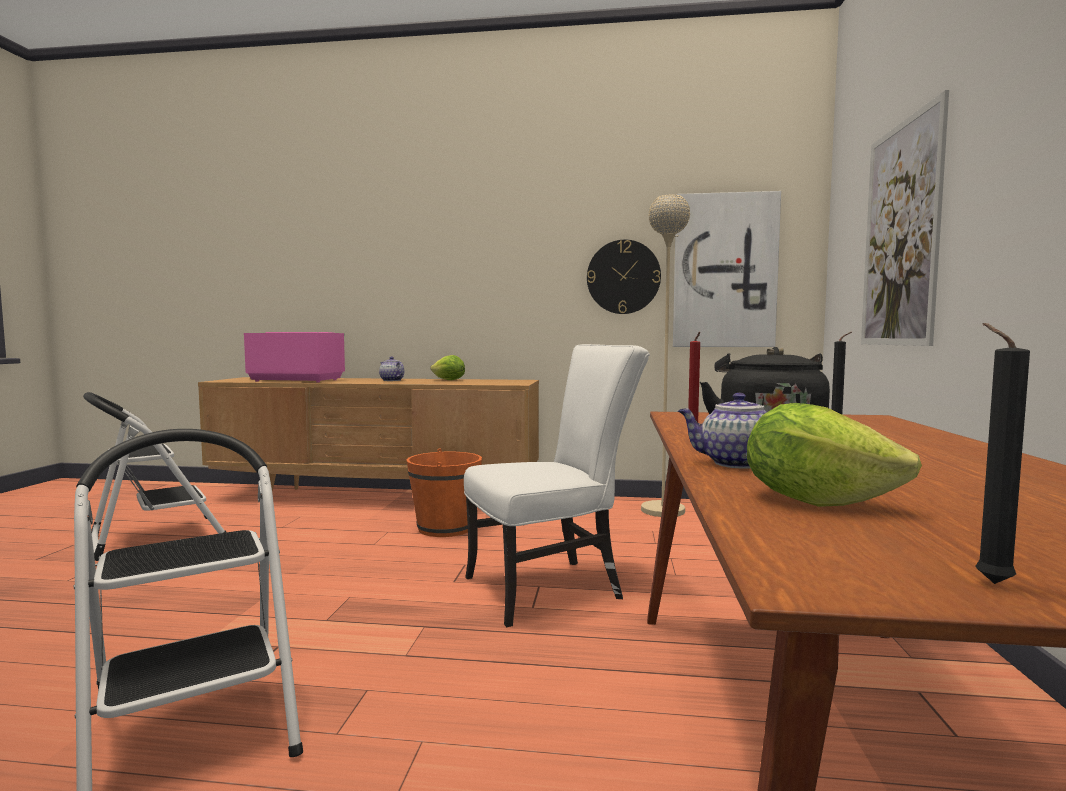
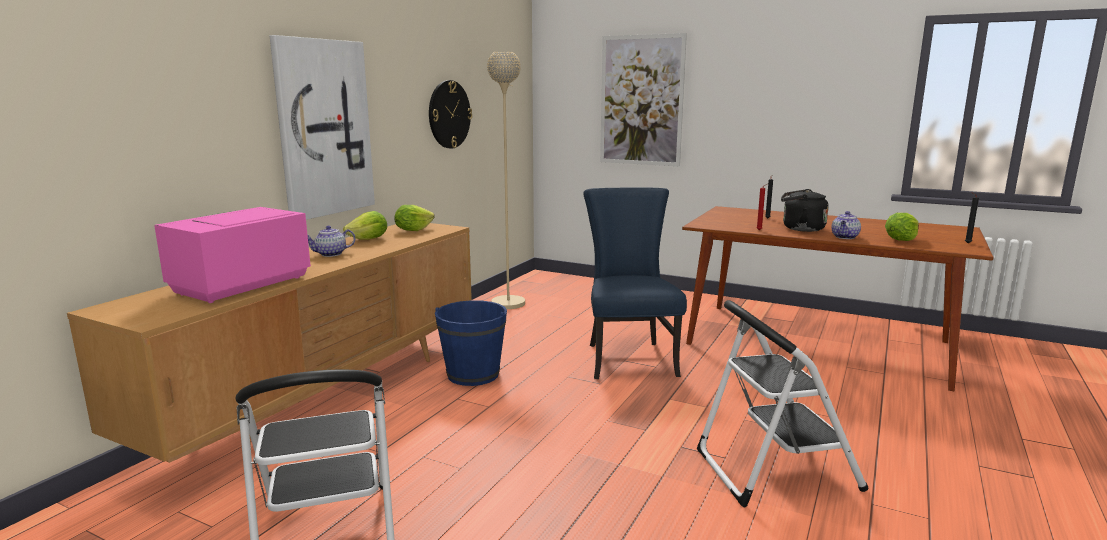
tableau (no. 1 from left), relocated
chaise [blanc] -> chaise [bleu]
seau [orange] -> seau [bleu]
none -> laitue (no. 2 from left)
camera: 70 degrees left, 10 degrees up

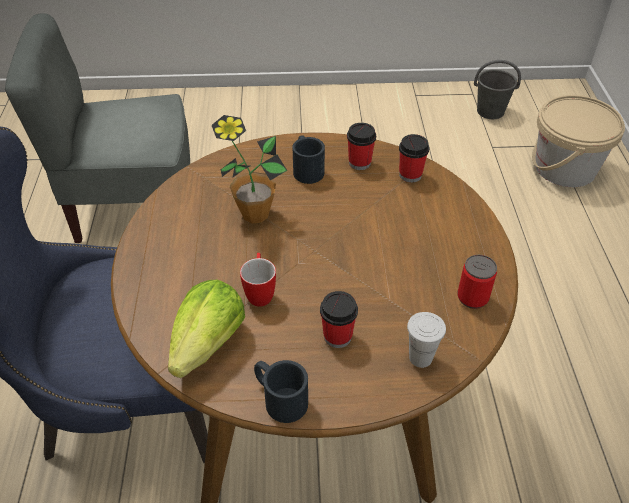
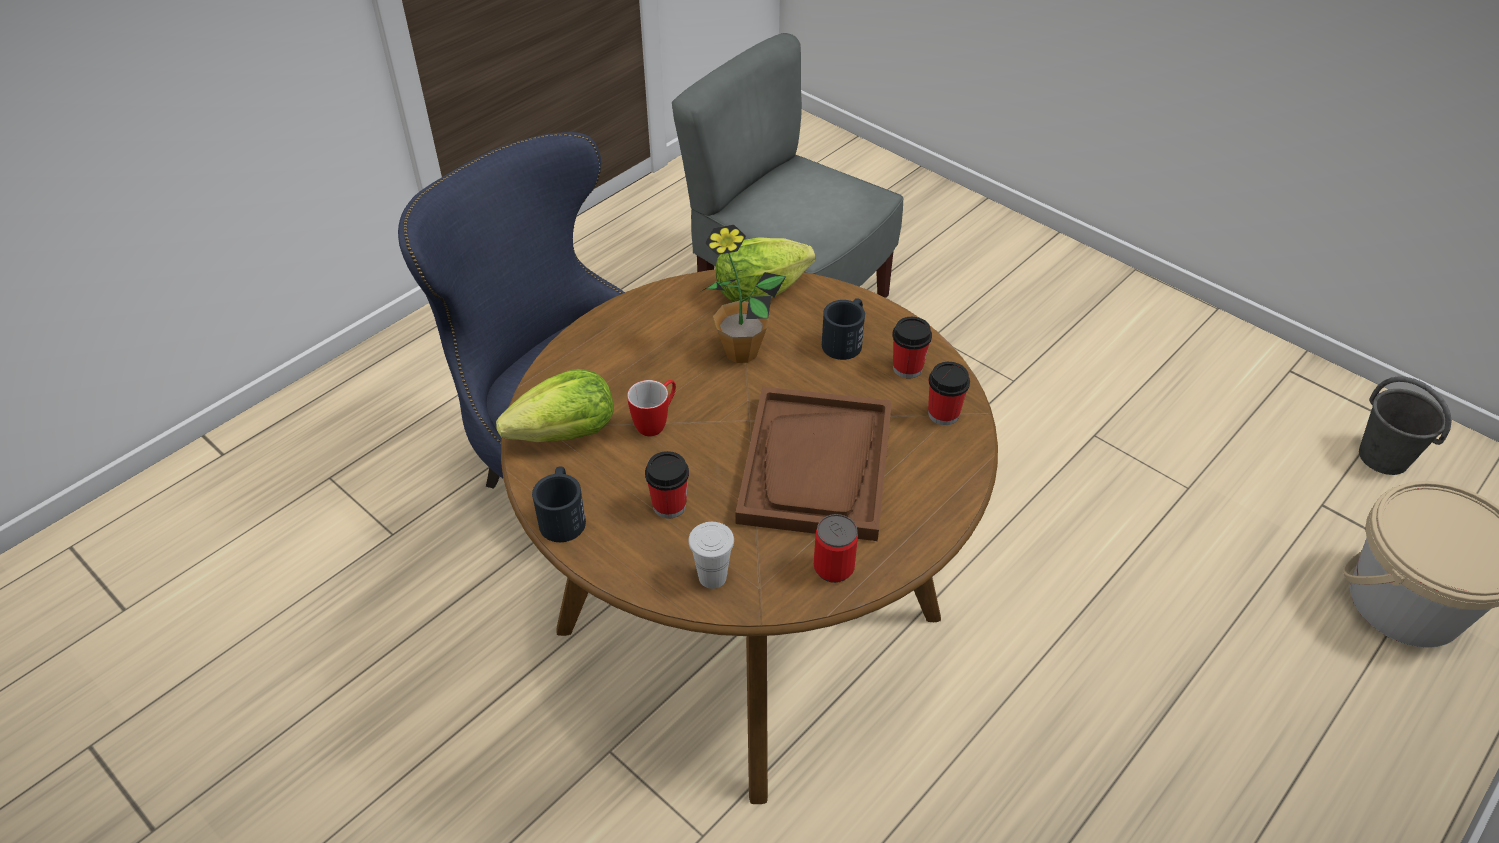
none -> laitue (no. 2 from left)
none -> plateau [marron]
camera: 45 degrees right, 0 degrees up

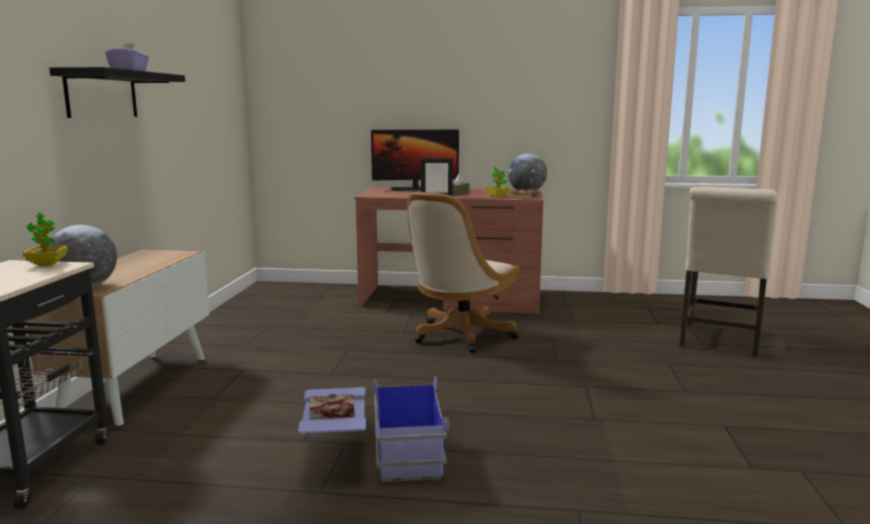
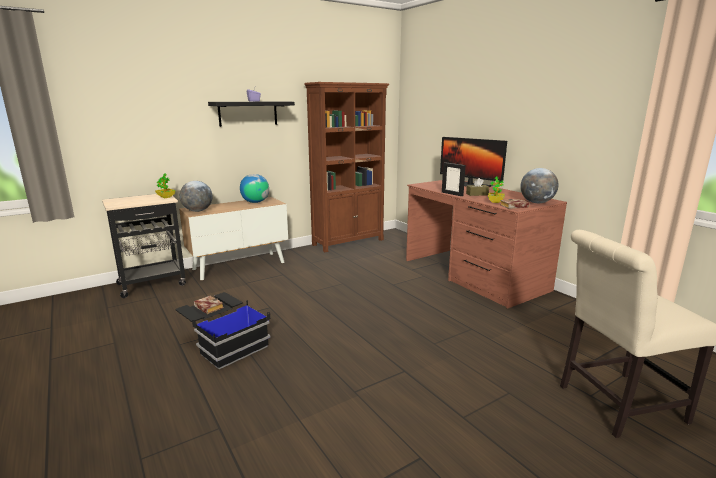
chaise de bureau -> none
boîte de rangement [bleu] -> boîte de rangement [noir]
none -> bibliothèque [marron]
none -> globe (no. 2 from left)
camera: 50 degrees right, 5 degrees up

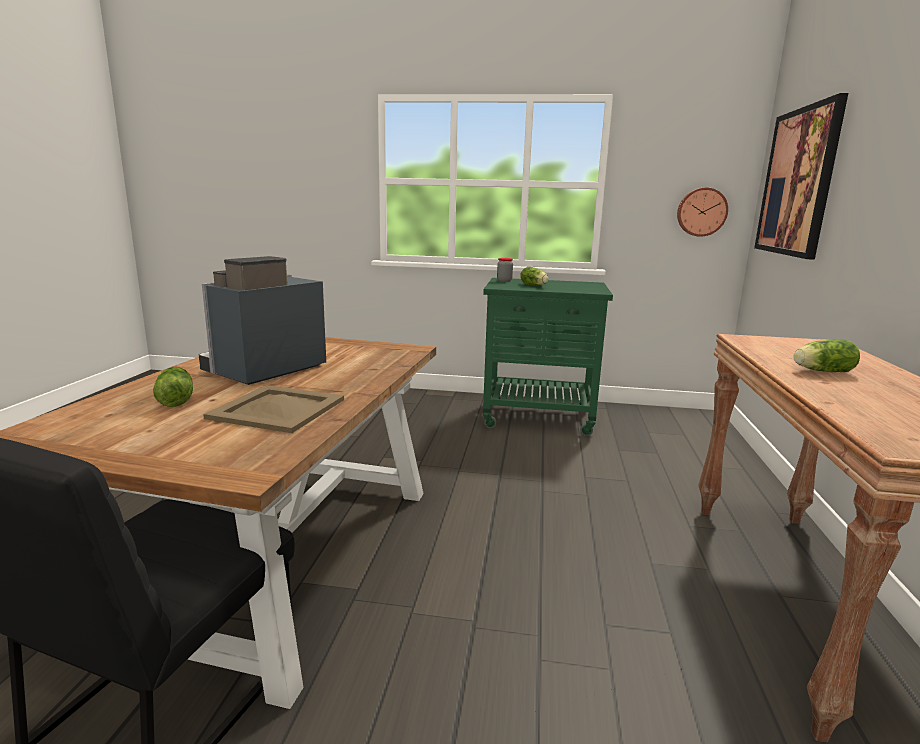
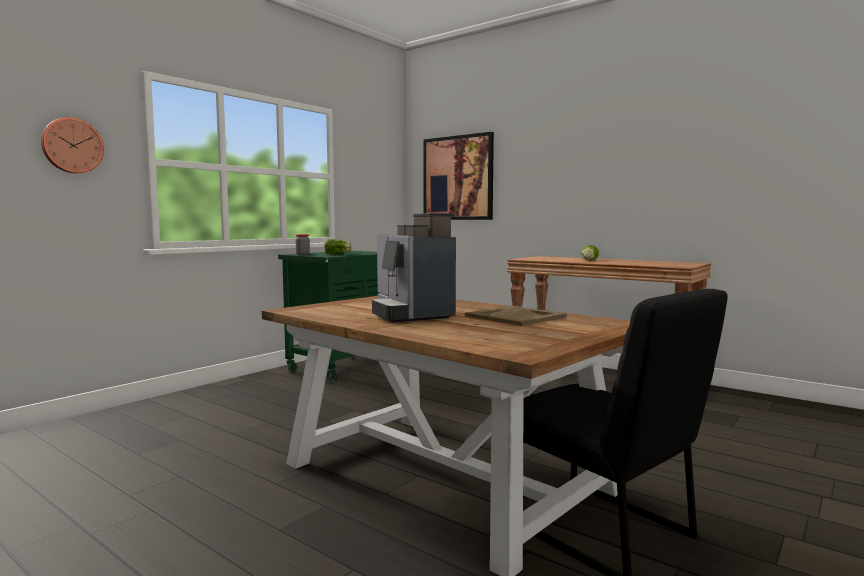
horloge murale, relocated
laitue (no. 1 from left) -> none
camera: 60 degrees left, 10 degrees down

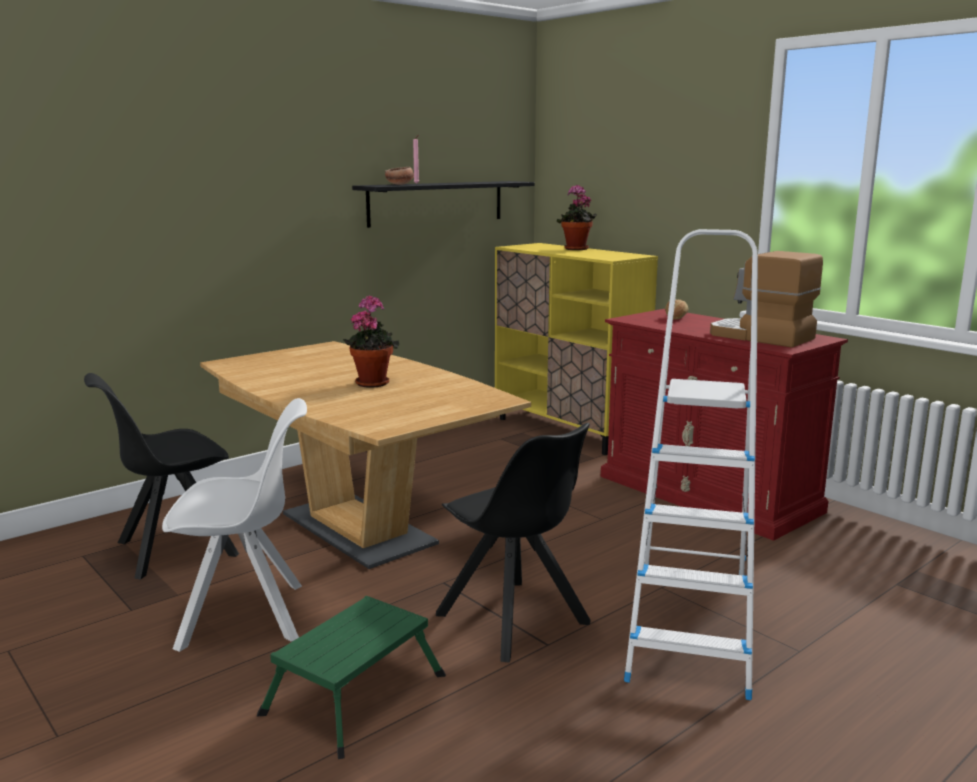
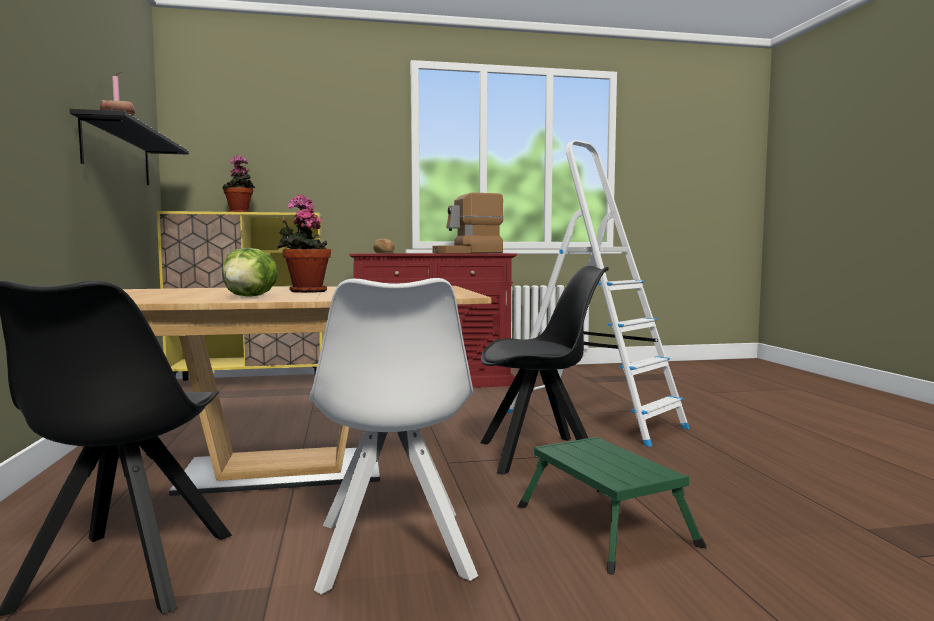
chaise [blanc], 150 degrees clockwise
none -> laitue
camera: 60 degrees left, 10 degrees down

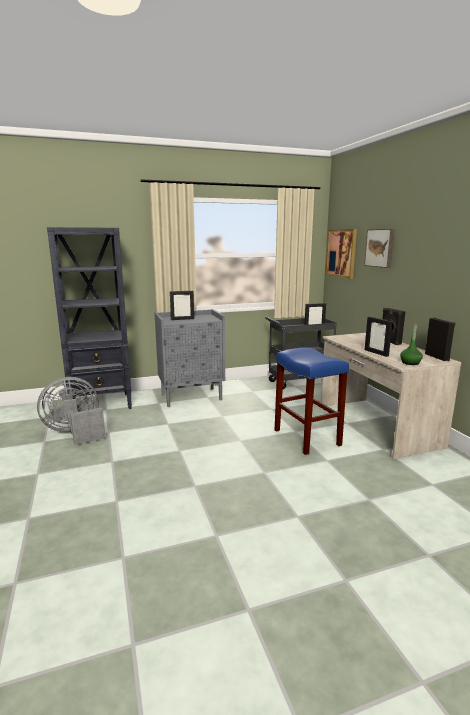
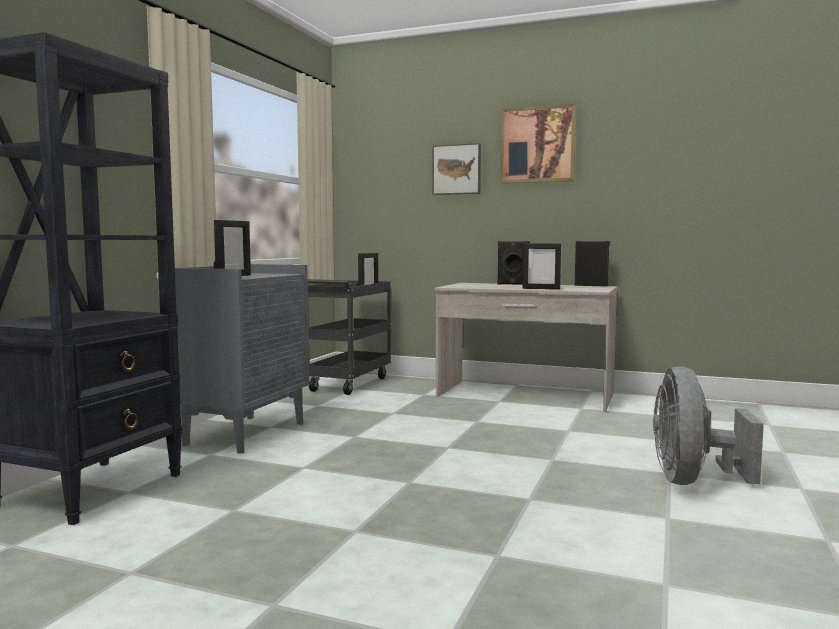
tableau (no. 1 from left in the first image) -> tableau (no. 2 from left), relocated
bouteille [vert] -> none
tabouret [bleu] -> none
ventilateur [gris], relocated
camera: 50 degrees left, 10 degrees down

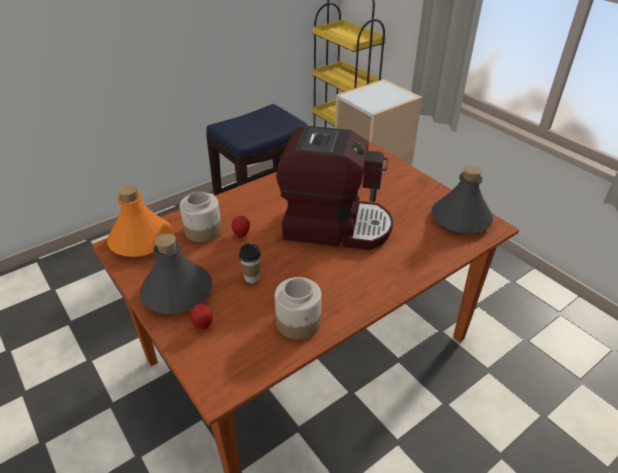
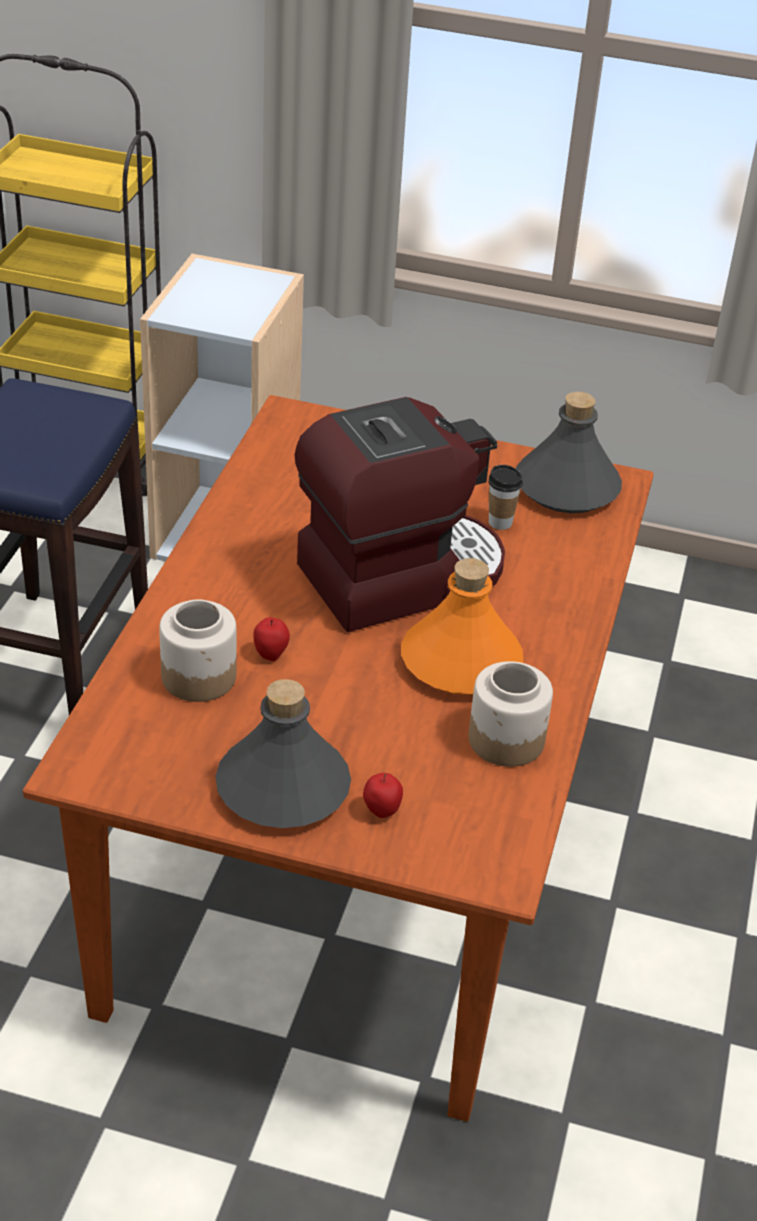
bouteille [orange], relocated
tasse, relocated
camera: 40 degrees left, 0 degrees up

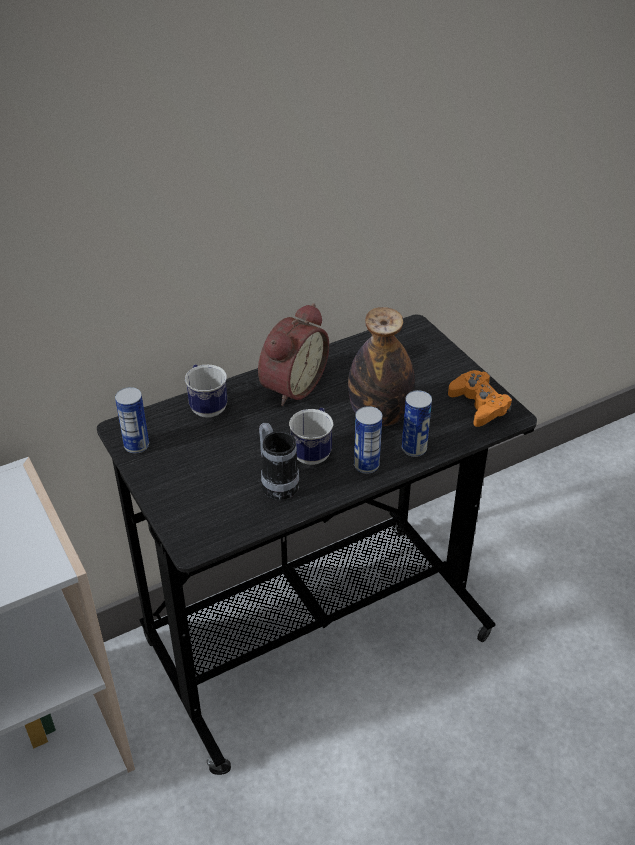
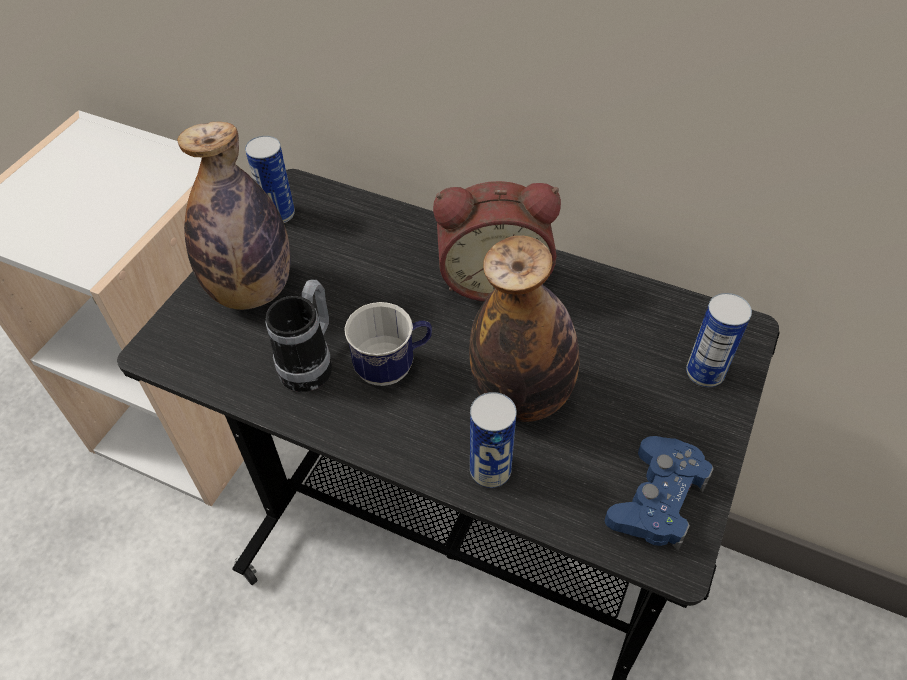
mug (no. 1 from left) -> none
manette [orange] -> manette [bleu]
boîte métallique (no. 2 from left in the first image) -> boîte métallique (no. 3 from left), relocated
none -> bouteille (no. 1 from left)
camera: 55 degrees right, 10 degrees up

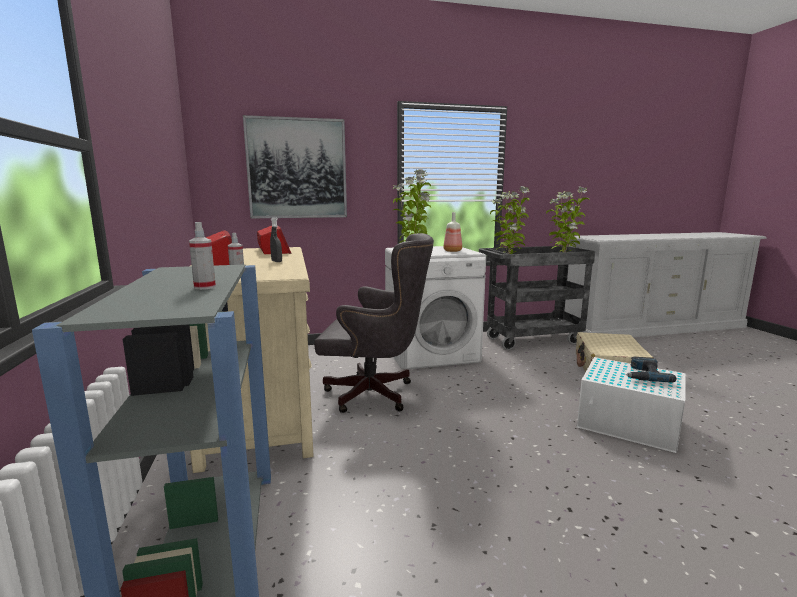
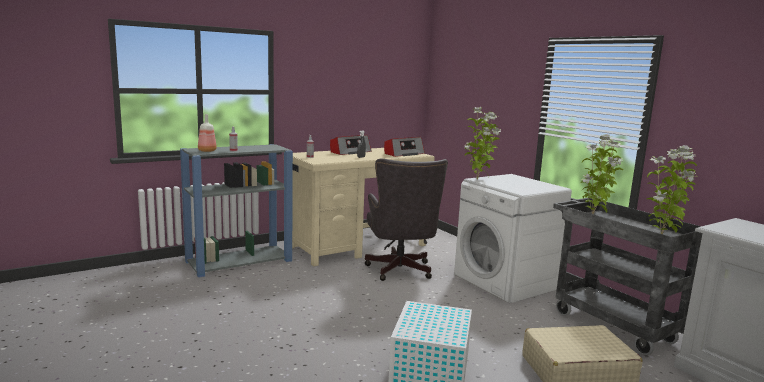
tableau -> none
bouteille, relocated
perceuse -> none
camera: 70 degrees right, 0 degrees up

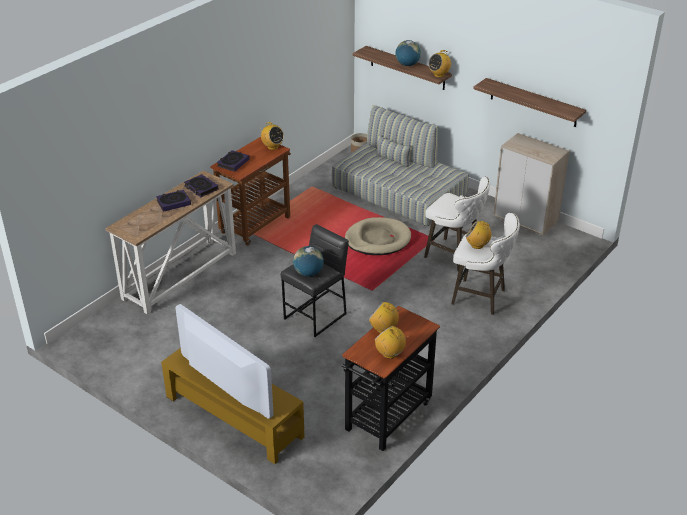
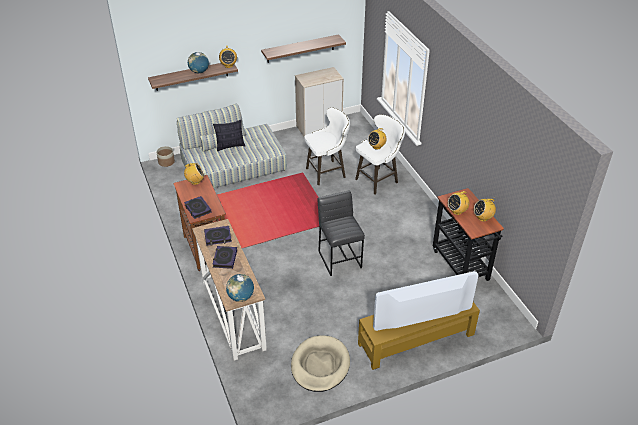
panier pour chien [beige], relocated
globe (no. 1 from left in the first image) -> globe (no. 2 from left), relocated
none -> coussin
camera: 60 degrees left, 5 degrees up

